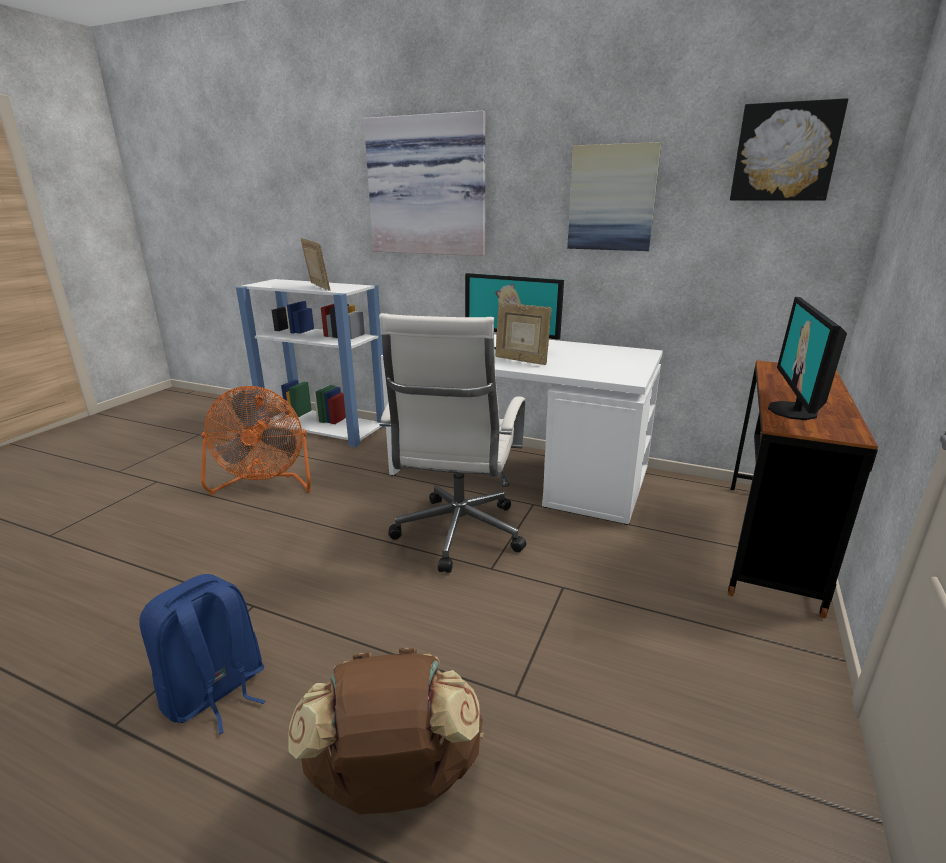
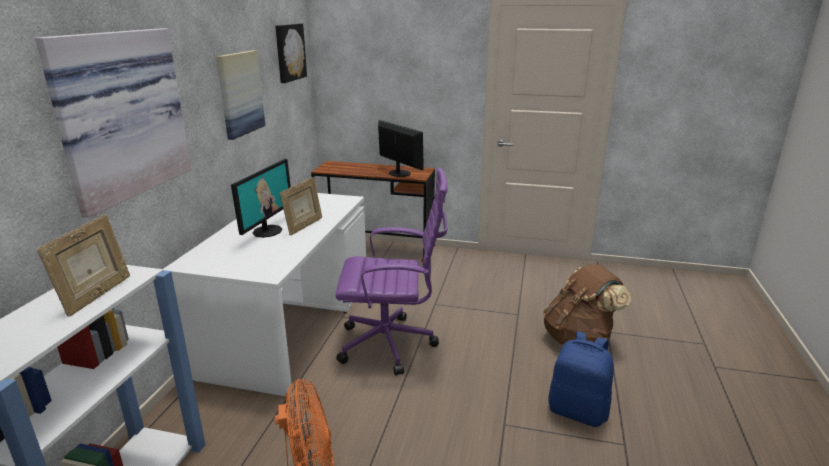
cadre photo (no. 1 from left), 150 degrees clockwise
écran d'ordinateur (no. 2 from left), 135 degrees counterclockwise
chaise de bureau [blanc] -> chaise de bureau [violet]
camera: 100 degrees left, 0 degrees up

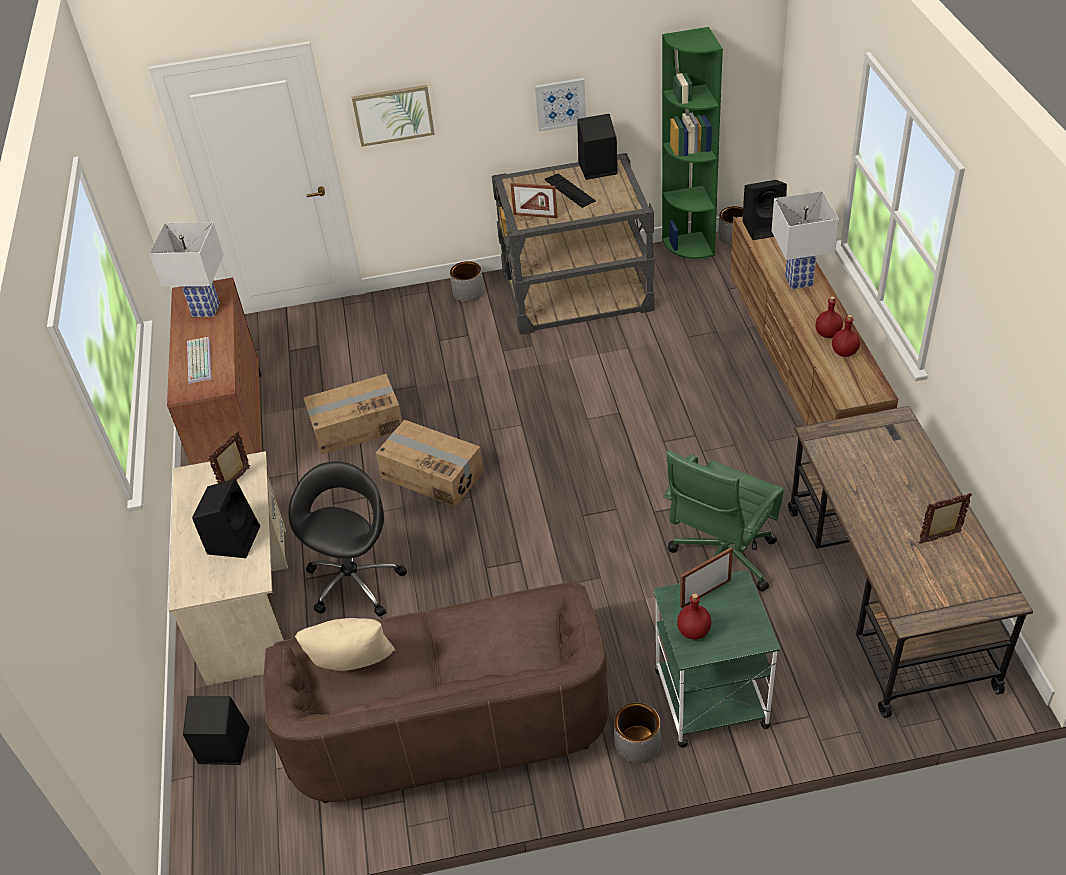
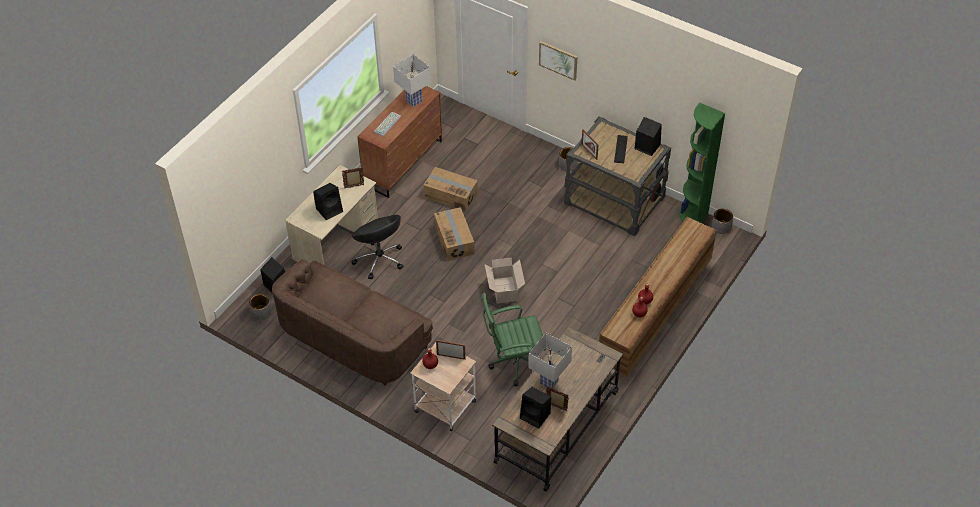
tableau (no. 2 from left) -> none
enceinte [noir] (no. 4 from left in the first image) -> enceinte [noir] (no. 3 from left), relocated
lampe de table [blanc] (no. 2 from left), relocated
chaise de bureau [noir], 75 degrees clockwise
chariot [vert] -> chariot [beige]
coussin [beige] -> none
cache-pot [gris] (no. 2 from left in the first image) -> cache-pot [gris] (no. 1 from left), relocated
none -> carton (no. 3 from left)
camera: 40 degrees right, 5 degrees up

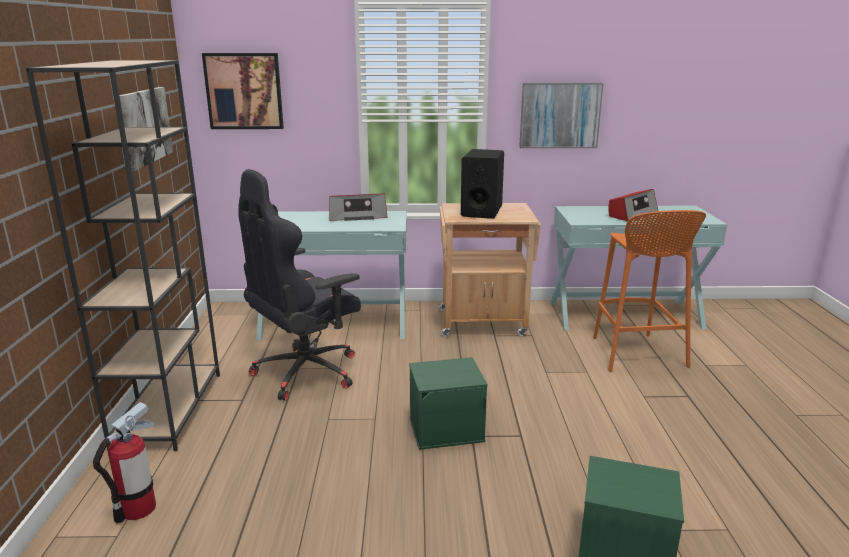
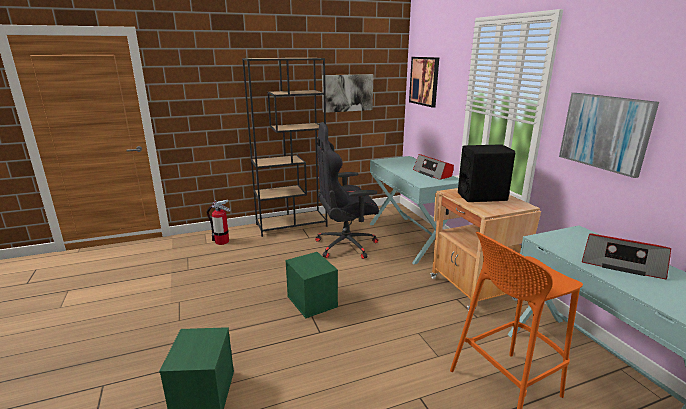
chaise de bureau [noir], 45 degrees counterclockwise
camera: 70 degrees right, 0 degrees up

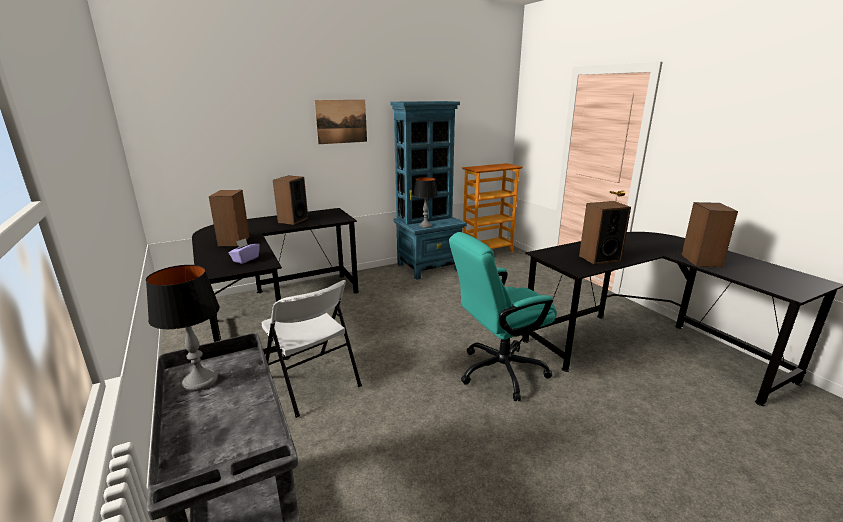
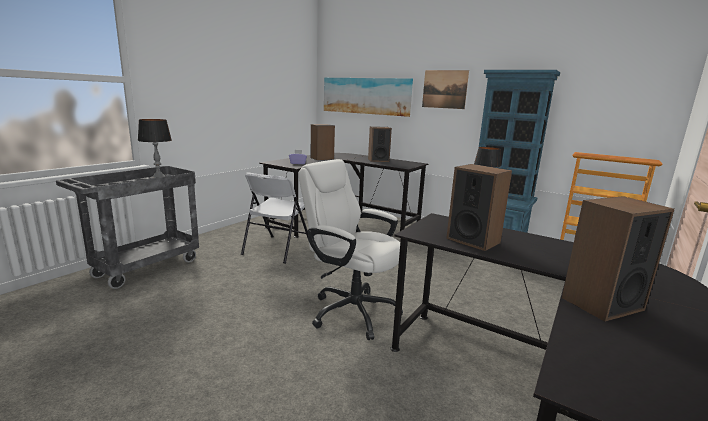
chaise de bureau [turquoise] -> chaise de bureau [blanc]
none -> tableau (no. 1 from left)
camera: 60 degrees right, 5 degrees down

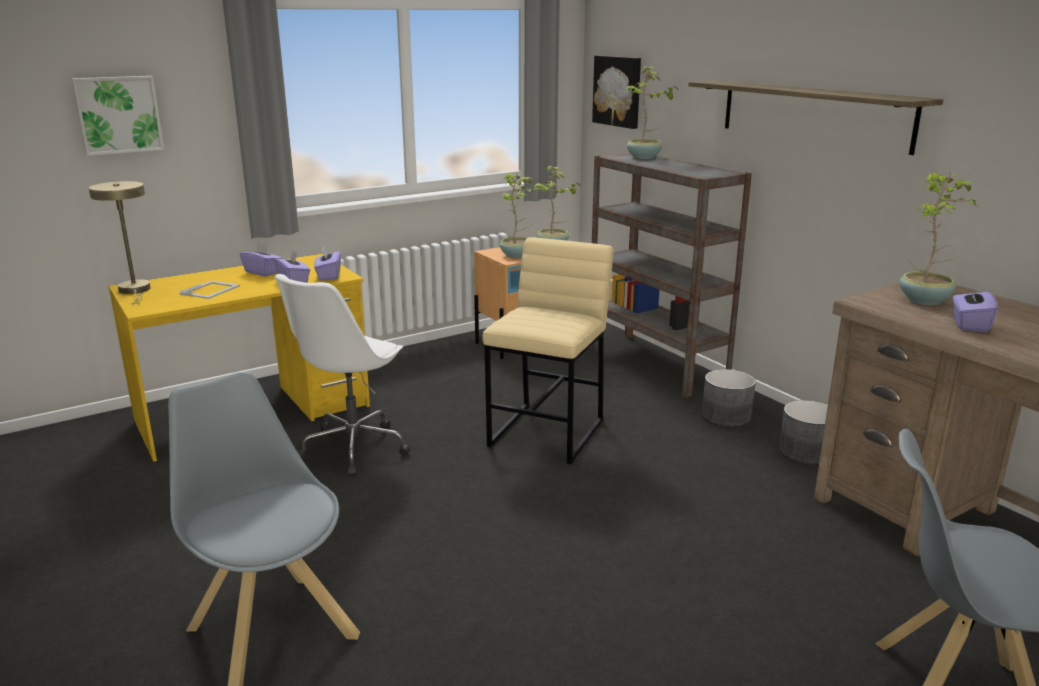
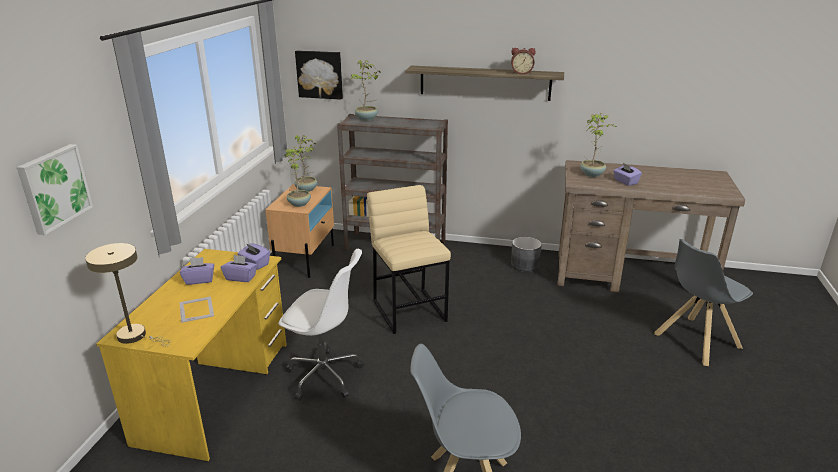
chaise de bureau [blanc], 60 degrees counterclockwise
cache-pot [gris] (no. 1 from left) -> none
none -> réveil
camera: 45 degrees left, 5 degrees up

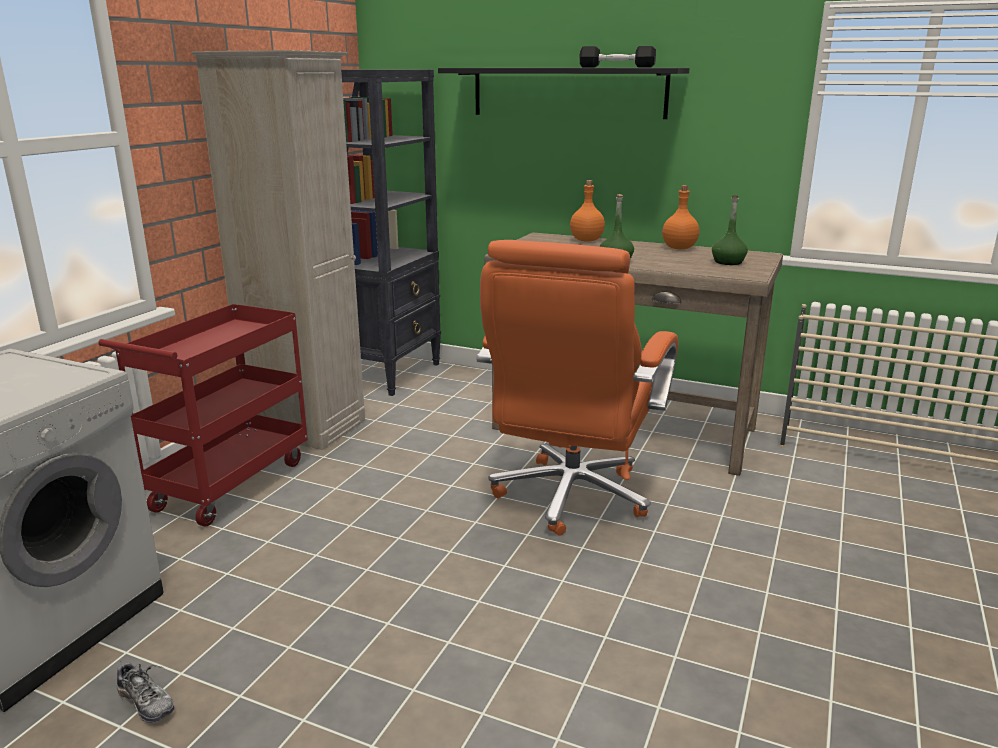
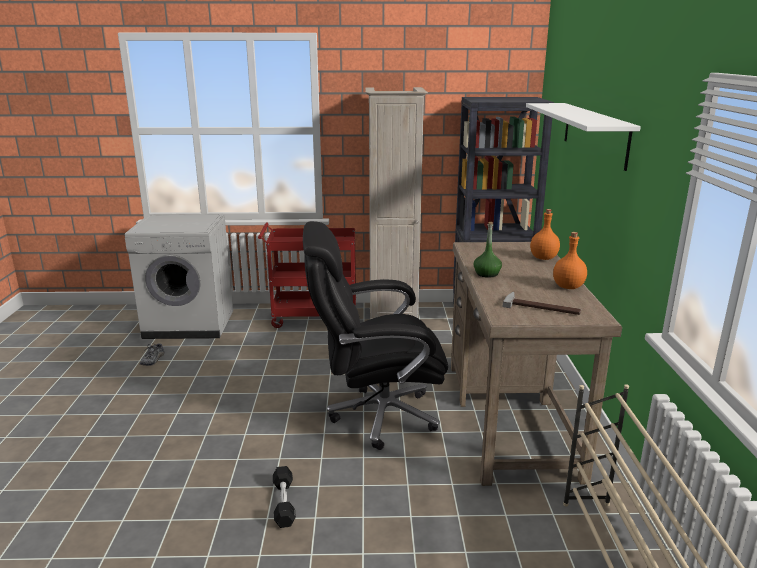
haltère [noir], relocated
étagère [noir] -> étagère [blanc]
bouteille [vert] (no. 2 from left) -> marteau
chaise de bureau [orange] -> chaise de bureau [noir]
camera: 65 degrees right, 0 degrees up

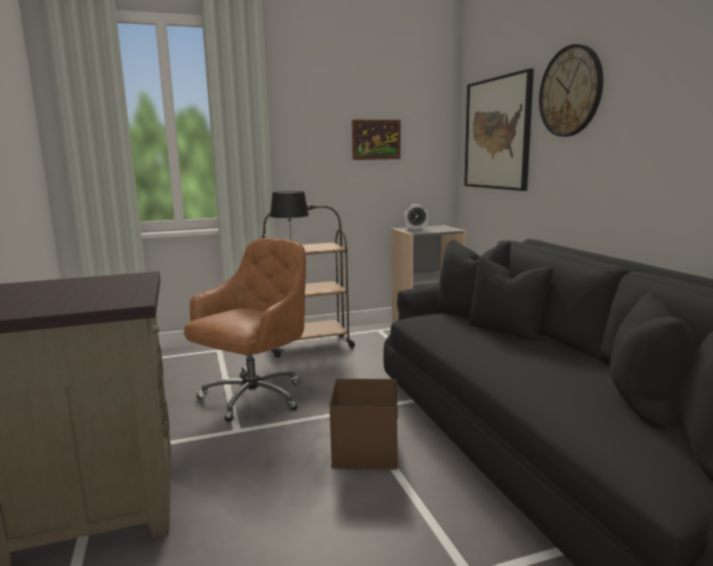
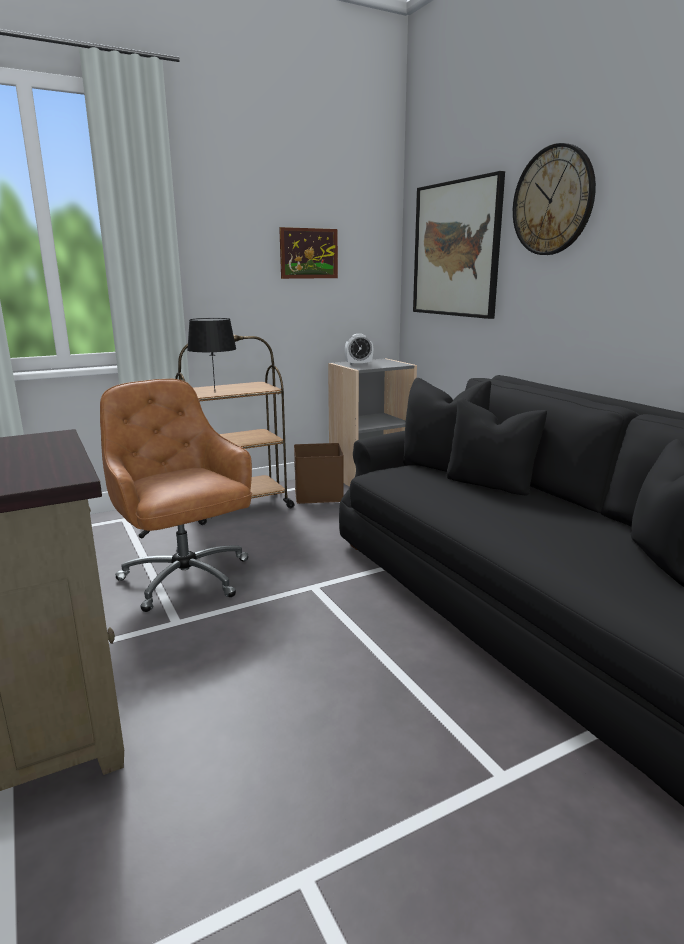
chaise de bureau [marron], 60 degrees counterclockwise
boîte de rangement [marron], relocated
camera: 10 degrees left, 5 degrees up

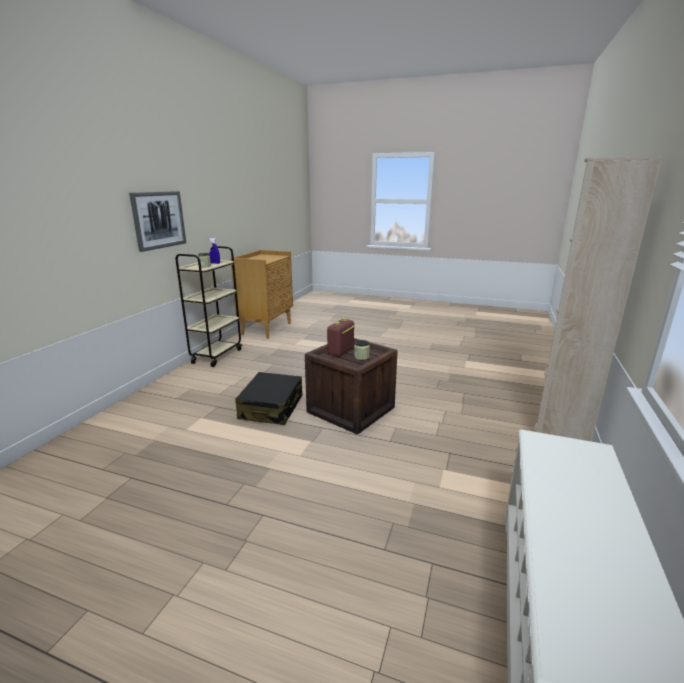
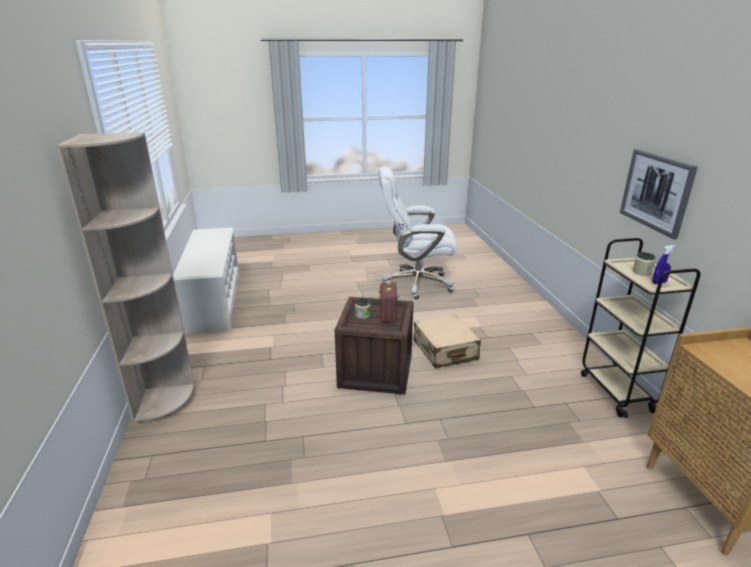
valise [noir] -> valise [beige]
none -> chaise de bureau [blanc]
camera: 150 degrees right, 5 degrees up

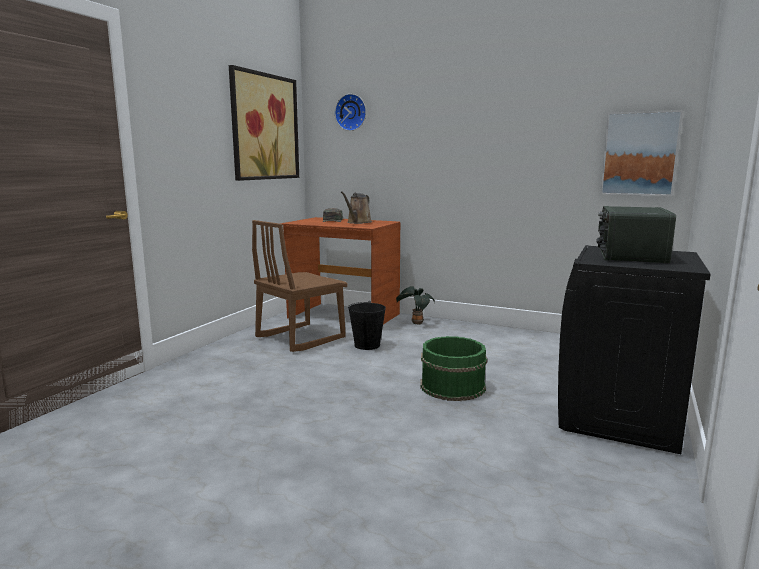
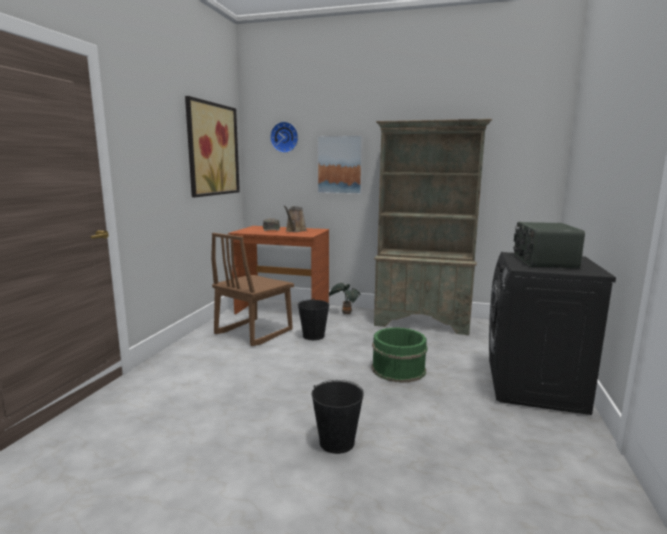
tableau (no. 2 from left), relocated
none -> bibliothèque [vert]
none -> seau [noir] (no. 2 from left)
camera: 10 degrees left, 0 degrees up

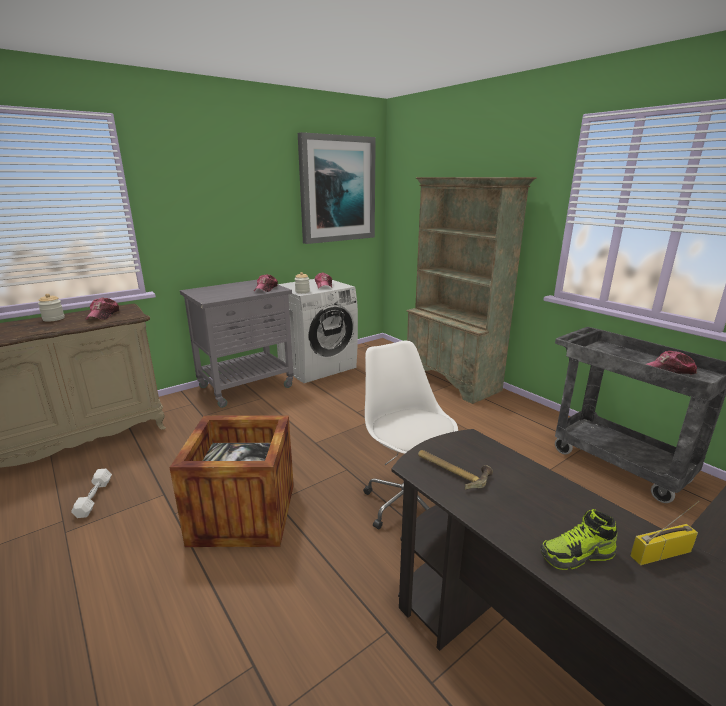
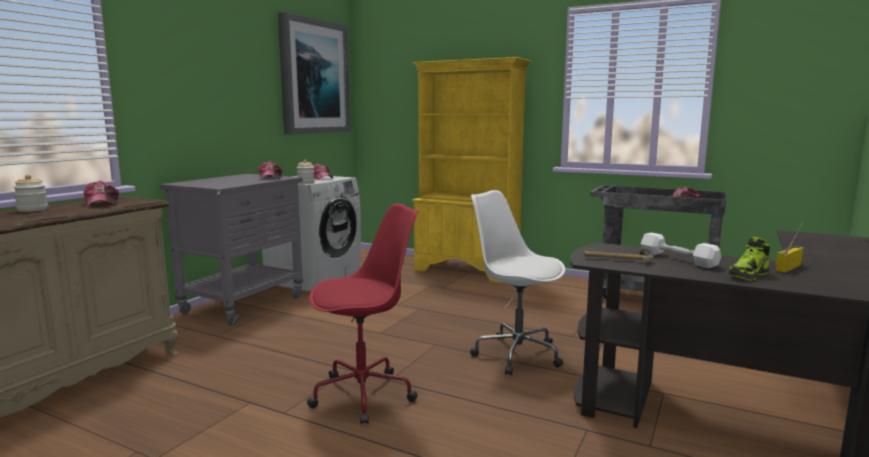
bibliothèque [vert] -> bibliothèque [jaune]
caisse -> chaise de bureau [rouge]
haltère [blanc], relocated
camera: 25 degrees left, 10 degrees down

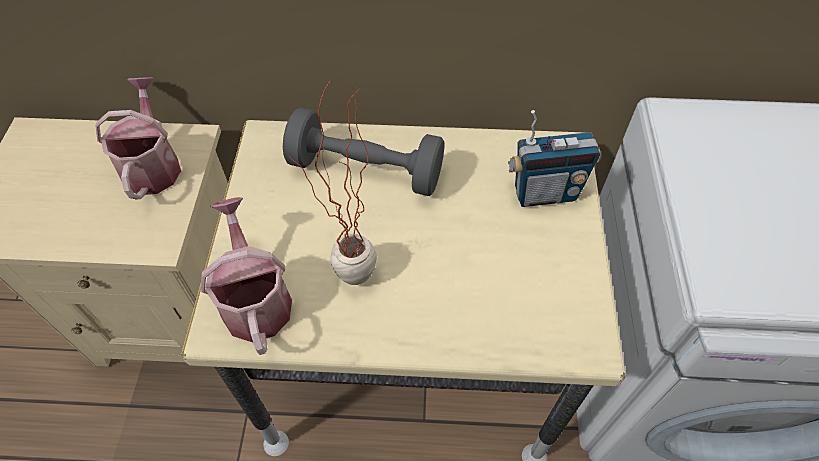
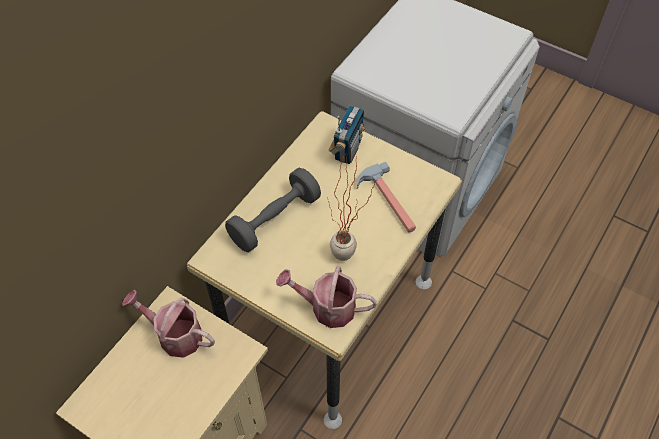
none -> marteau
camera: 60 degrees left, 0 degrees up

